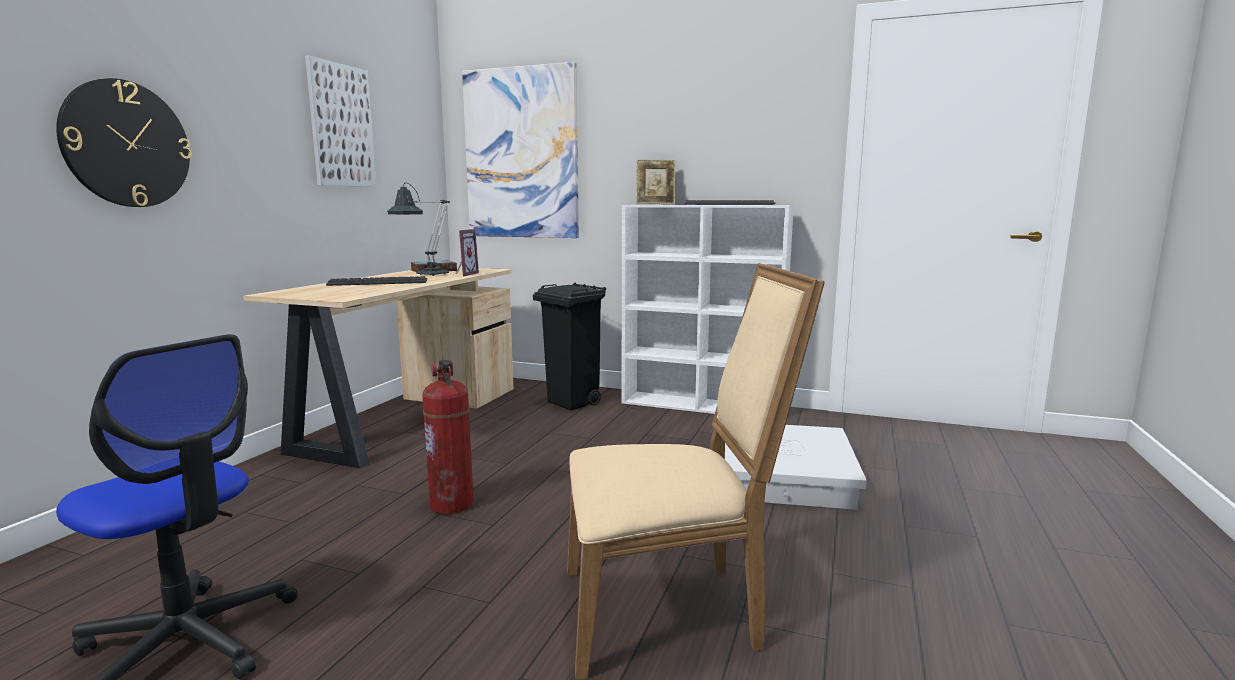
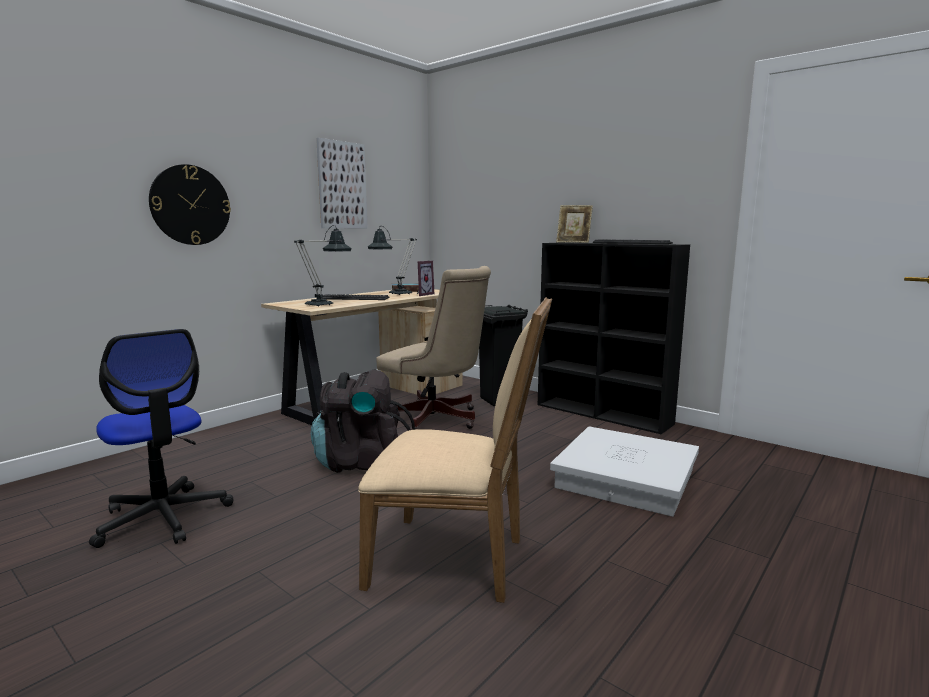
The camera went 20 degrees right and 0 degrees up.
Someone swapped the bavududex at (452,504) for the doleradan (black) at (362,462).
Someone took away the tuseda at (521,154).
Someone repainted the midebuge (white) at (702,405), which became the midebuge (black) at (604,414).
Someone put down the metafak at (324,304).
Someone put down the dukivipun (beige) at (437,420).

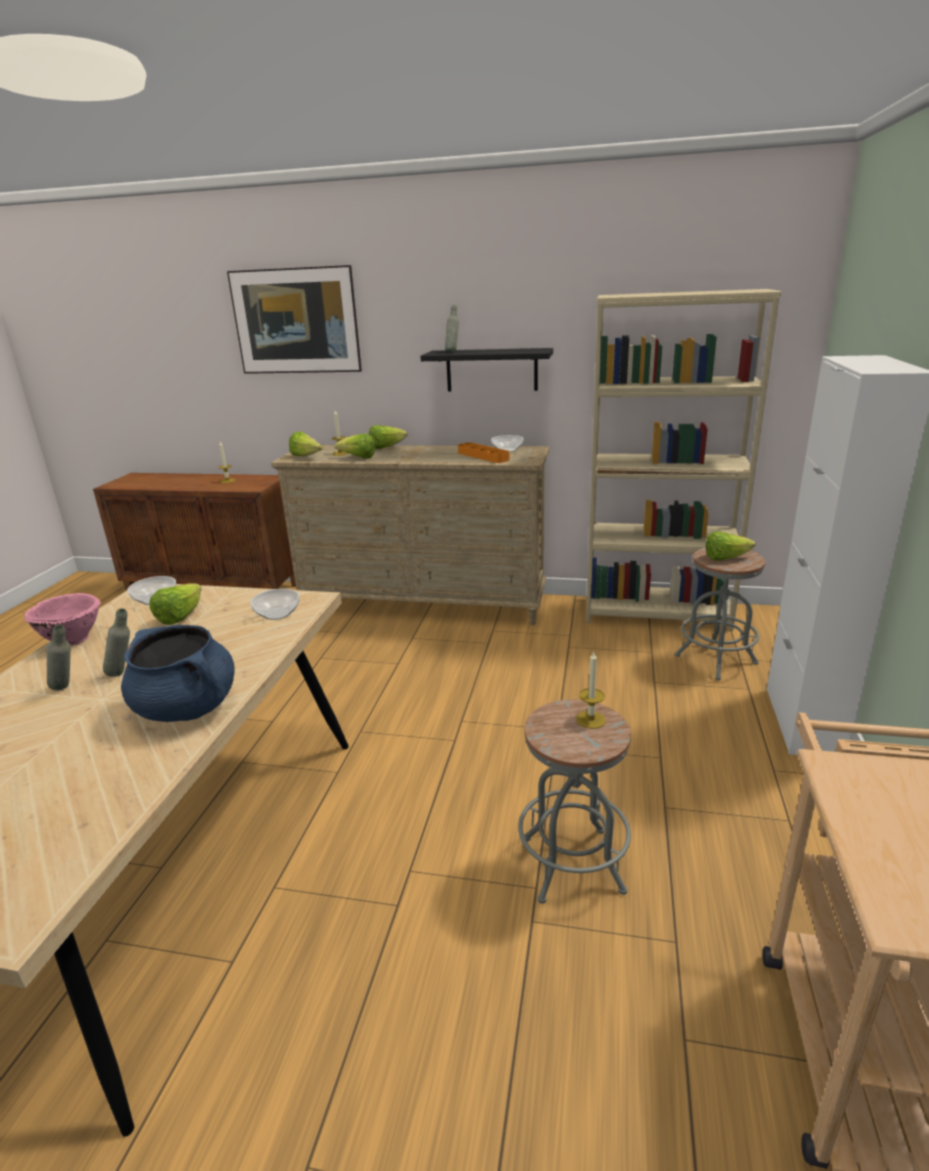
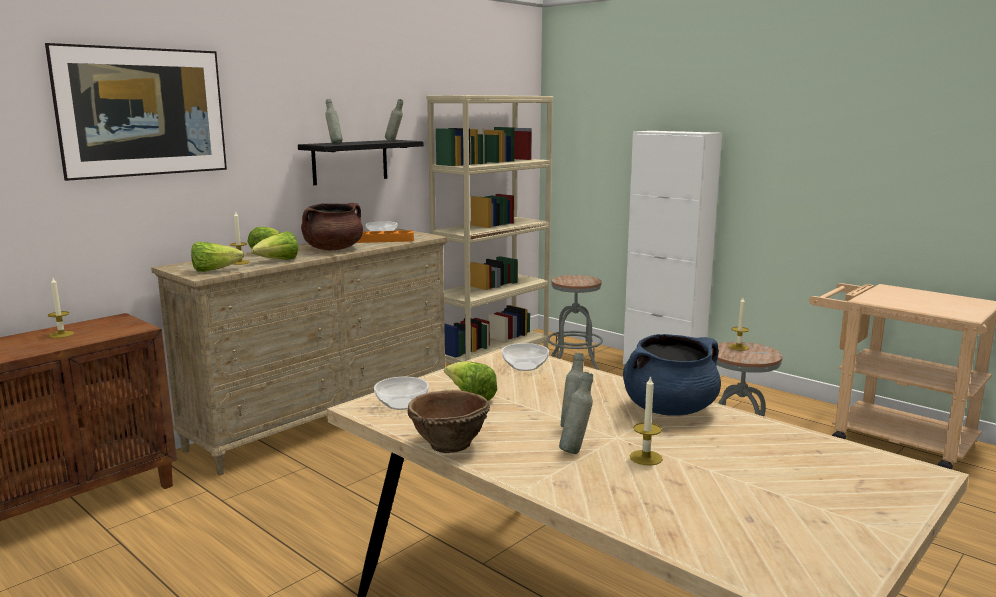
The camera went 60 degrees left and 10 degrees down.
Someone repainted the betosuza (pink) at (72,638), which became the betosuza (brown) at (448,445).
Someone took away the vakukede at (725,558).
Someone put down the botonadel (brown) at (333,249).
Someone put down the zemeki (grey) at (394,141).
Someone put down the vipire at (646,457).

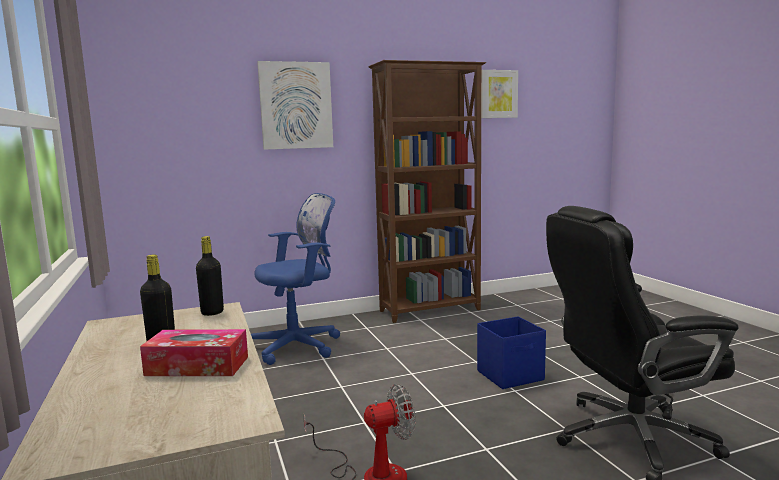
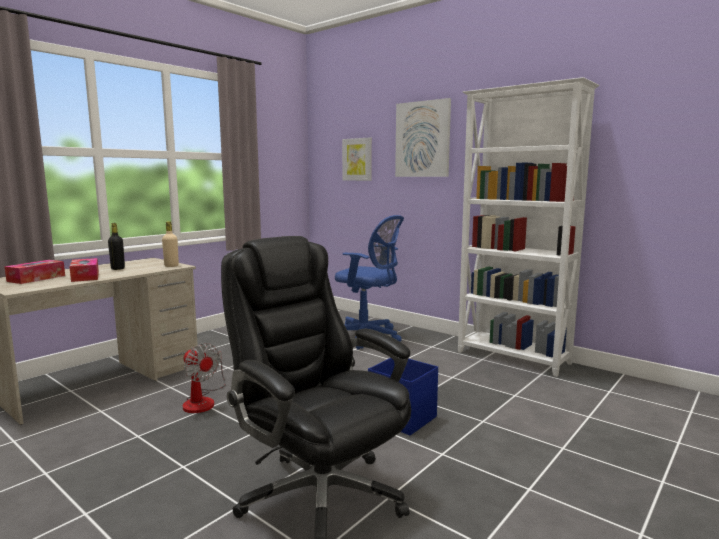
The camera went 60 degrees right and 0 degrees up.
Someone repainted the zemeki (black) at (212,312), which became the zemeki (beige) at (171,266).
Someone repainted the midebuge (brown) at (431,310), which became the midebuge (white) at (513,358).
Someone carried the tuseda from (498,94) to (357,159).
Someone put down the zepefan at (36,278).

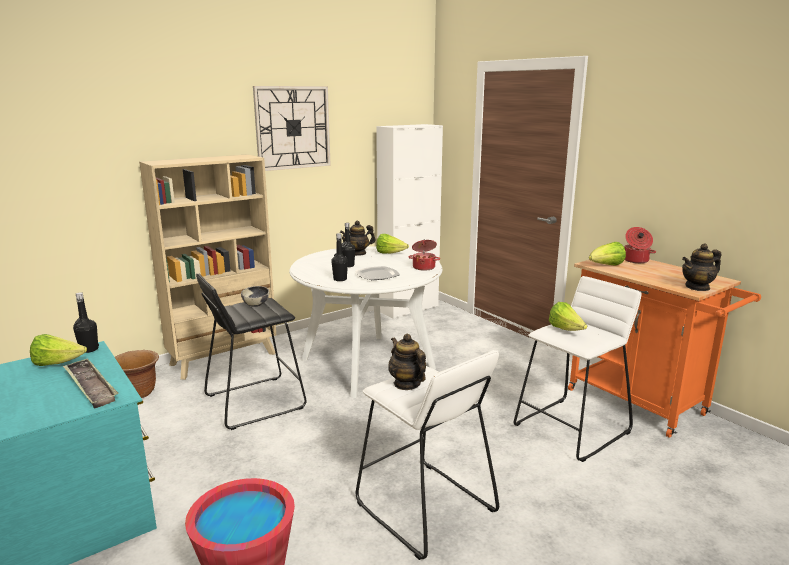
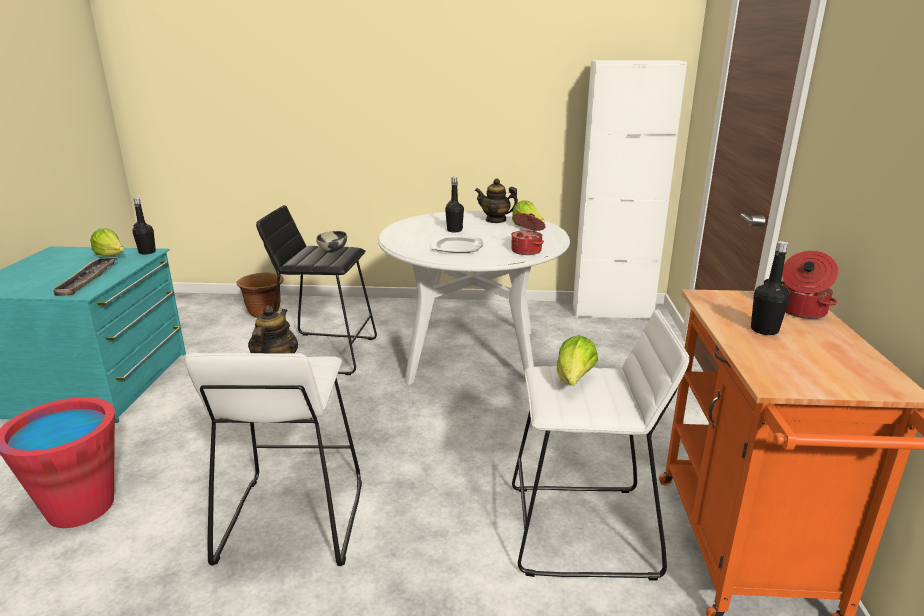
The camera went 40 degrees right and 5 degrees up.
Someone took away the midebuge (beige) at (224,359).
Someone took away the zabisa at (293,127).
Someone carried the zemeki (black) from (340,279) to (764,330).
Someone took away the vakukede at (606,266).
Someone took away the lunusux at (697,287).

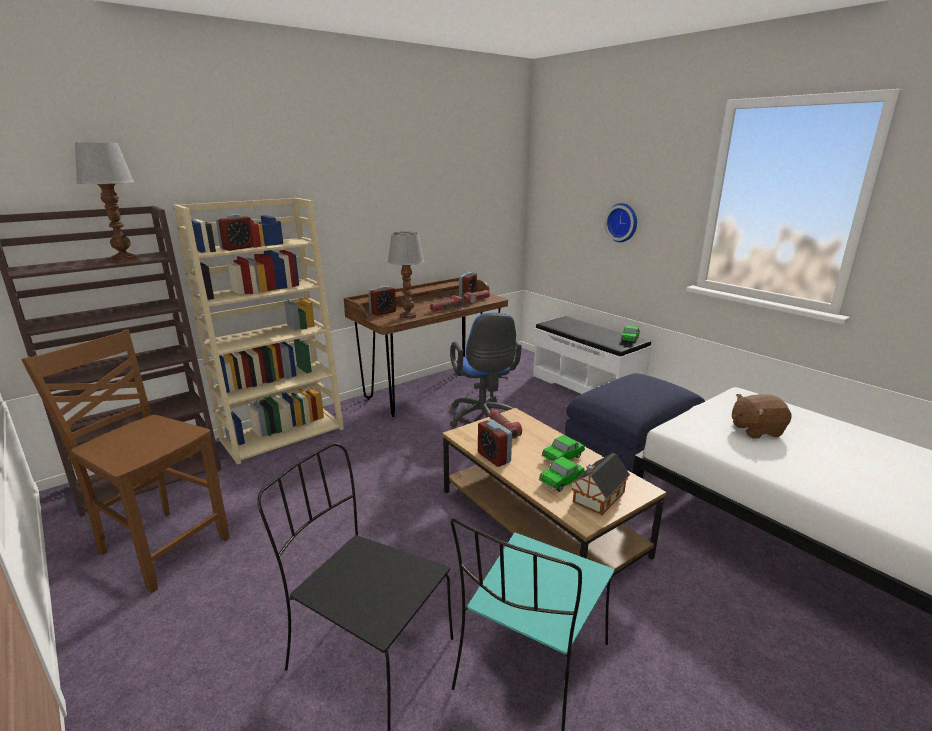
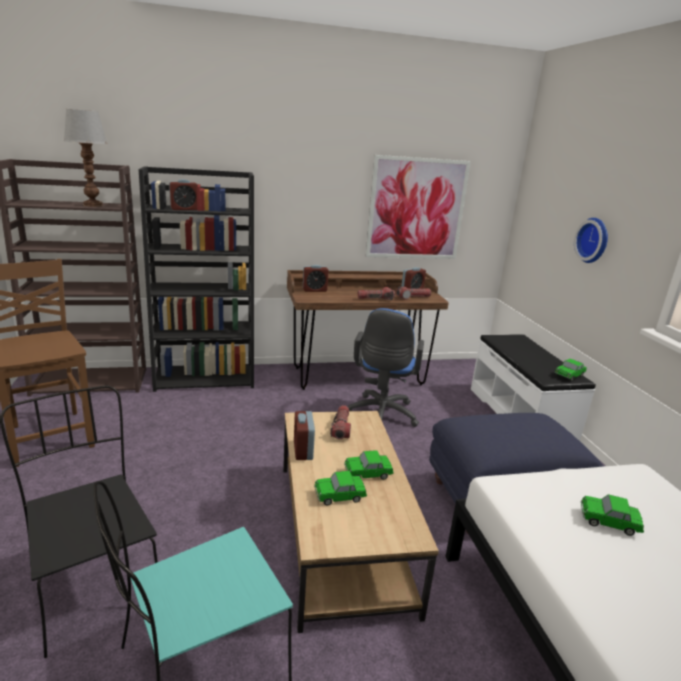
The camera went 25 degrees right and 0 degrees up.
Someone repainted the midebuge (beige) at (283,433), which became the midebuge (black) at (206,377).
Someone took away the metafak at (408,316).
Someone took away the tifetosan at (597,498).
Someone swapped the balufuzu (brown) at (755,430) for the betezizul at (608,522).
Someone put up the tuseda at (416,209).

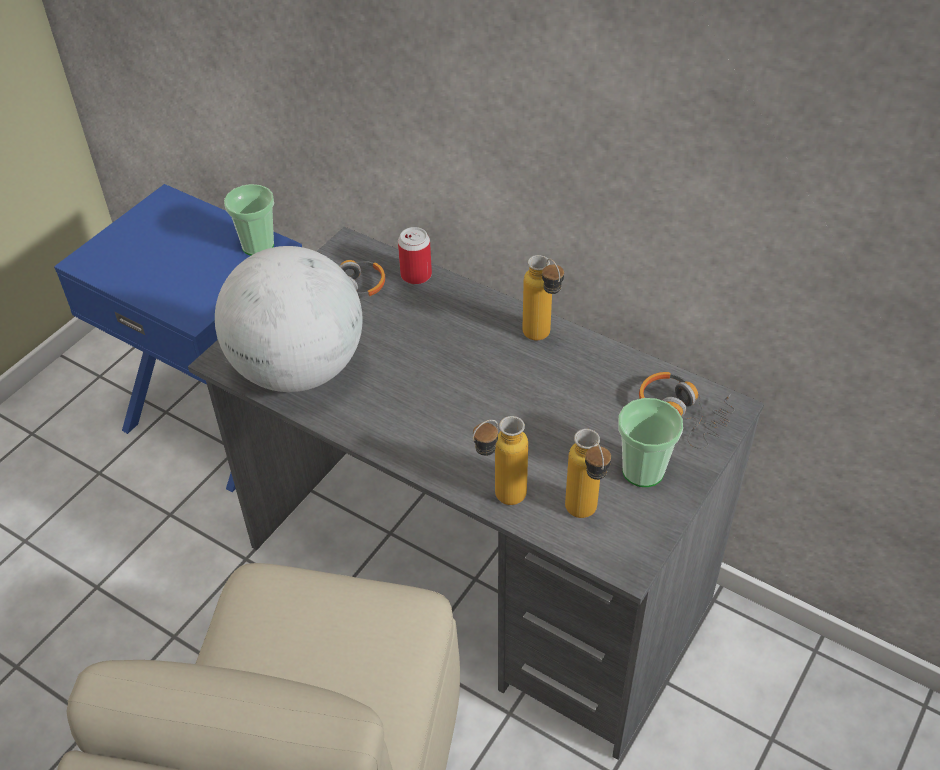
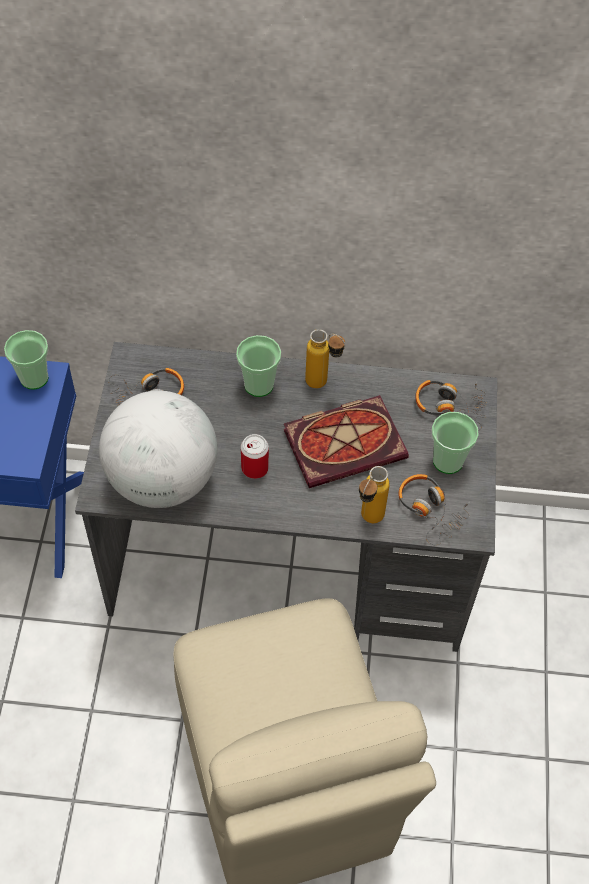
The camera went 30 degrees left and 10 degrees up.
Someone carried the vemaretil from (416,275) to (254,468).
Someone swapped the zemeki at (585,517) for the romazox at (430,510).
Someone put down the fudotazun at (259,385).
Someone put down the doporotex at (346,442).

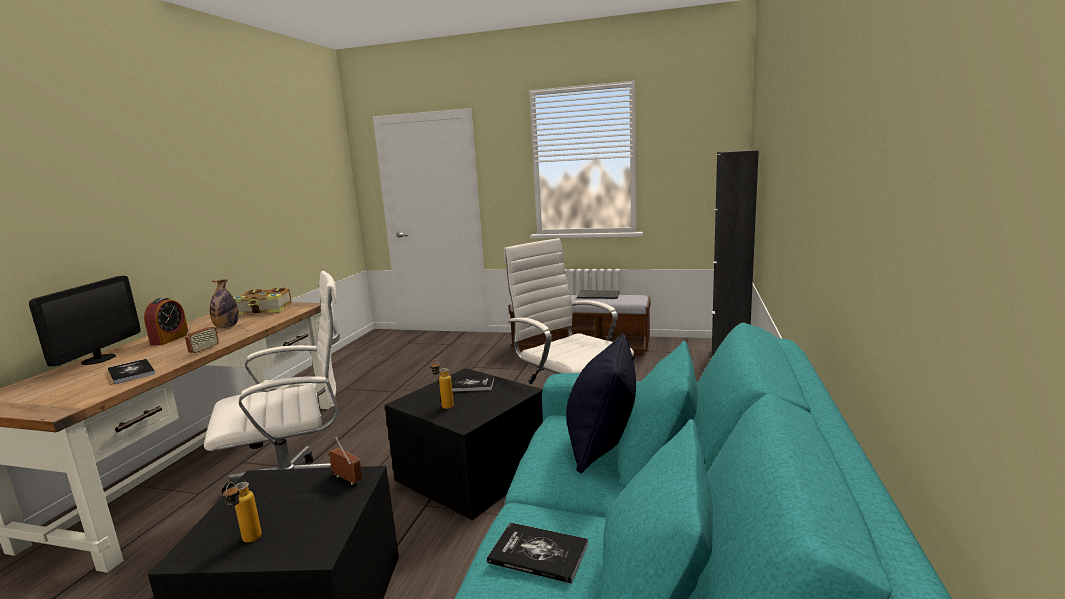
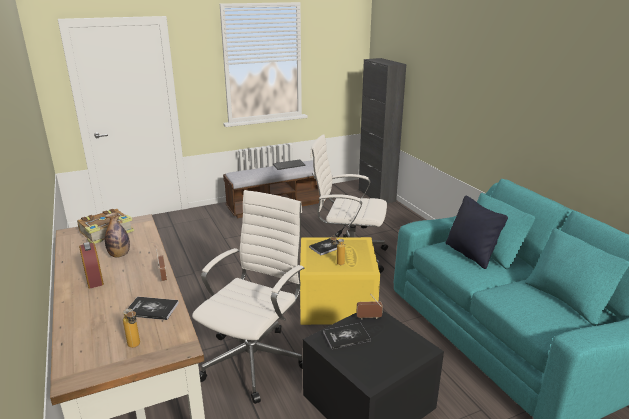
The camera went 40 degrees left and 10 degrees up.
Someone took away the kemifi at (98,359).
Someone carried the zemeki from (248,542) to (135,347).
Someone repainted the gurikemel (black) at (472,470), which became the gurikemel (yellow) at (335,301).
Someone carried the doporotex from (538,553) to (346,337).

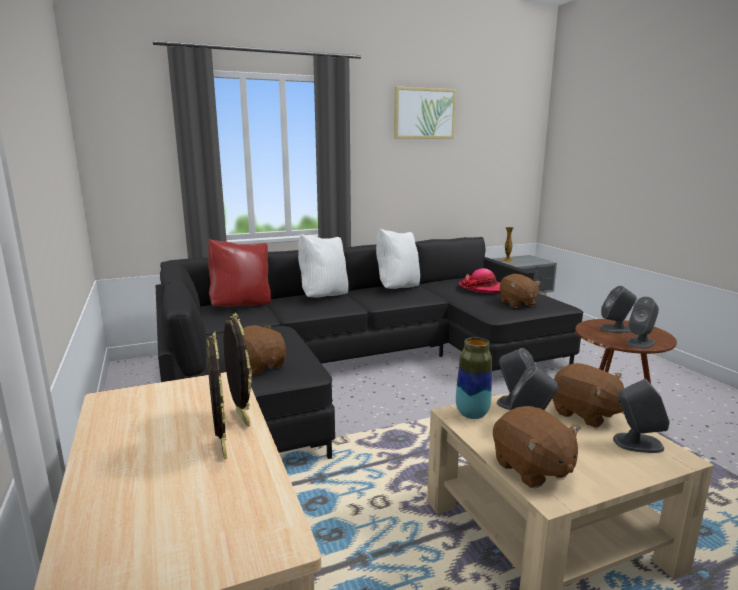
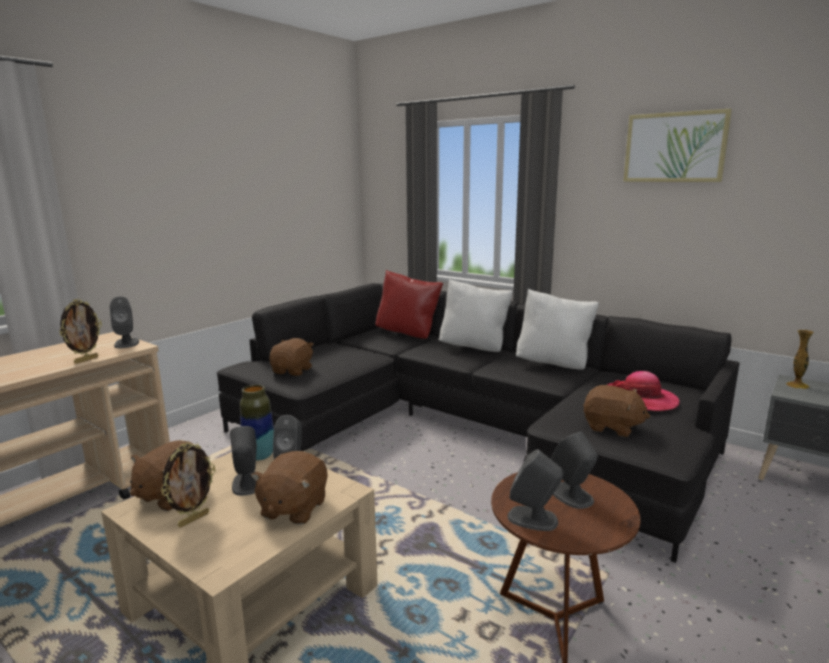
The camera went 60 degrees right and 0 degrees up.
Someone carried the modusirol from (221,447) to (193,519).
Someone rotated the balufuzu (brown) at (517,303) by 105 degrees counterclockwise.
Someone carried the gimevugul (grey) from (637,443) to (126,343).

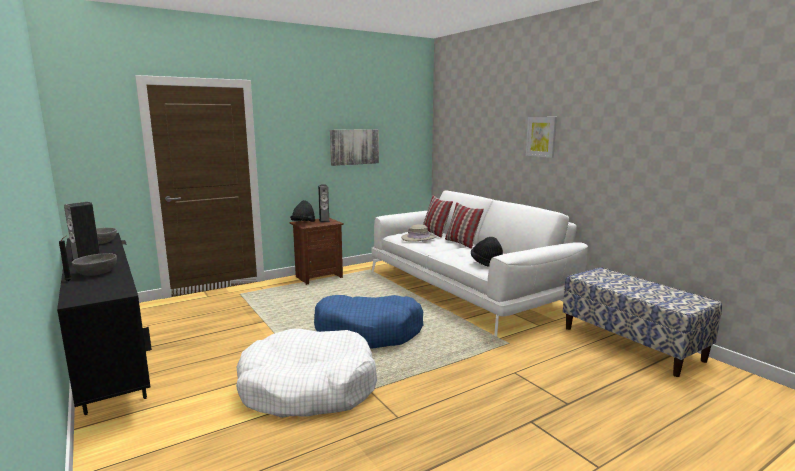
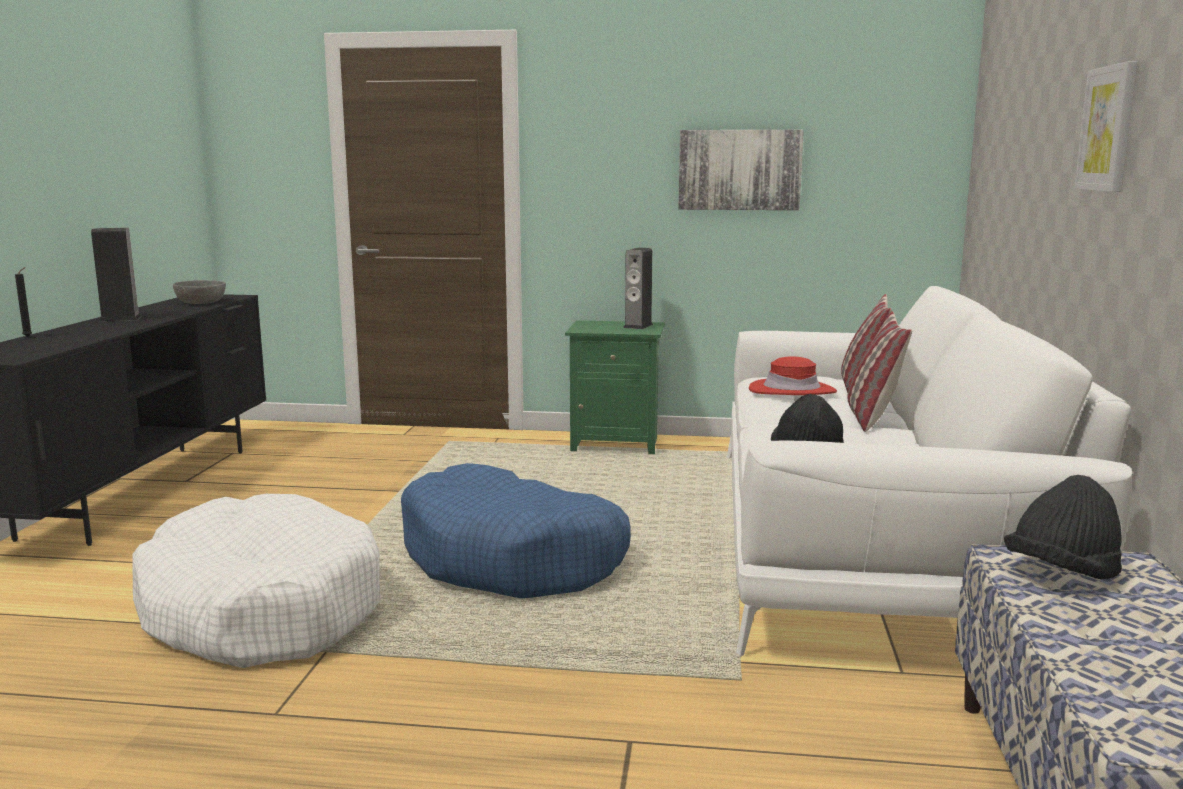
The camera went 40 degrees right and 0 degrees up.
Someone took away the betosuza (grey) at (96,273).
Someone carried the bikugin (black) from (303,223) to (1062,574).
Someone repainted the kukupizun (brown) at (318,277), which became the kukupizun (green) at (616,444).
Someone repainted the bikugin (beige) at (418,238), which became the bikugin (red) at (792,391).

